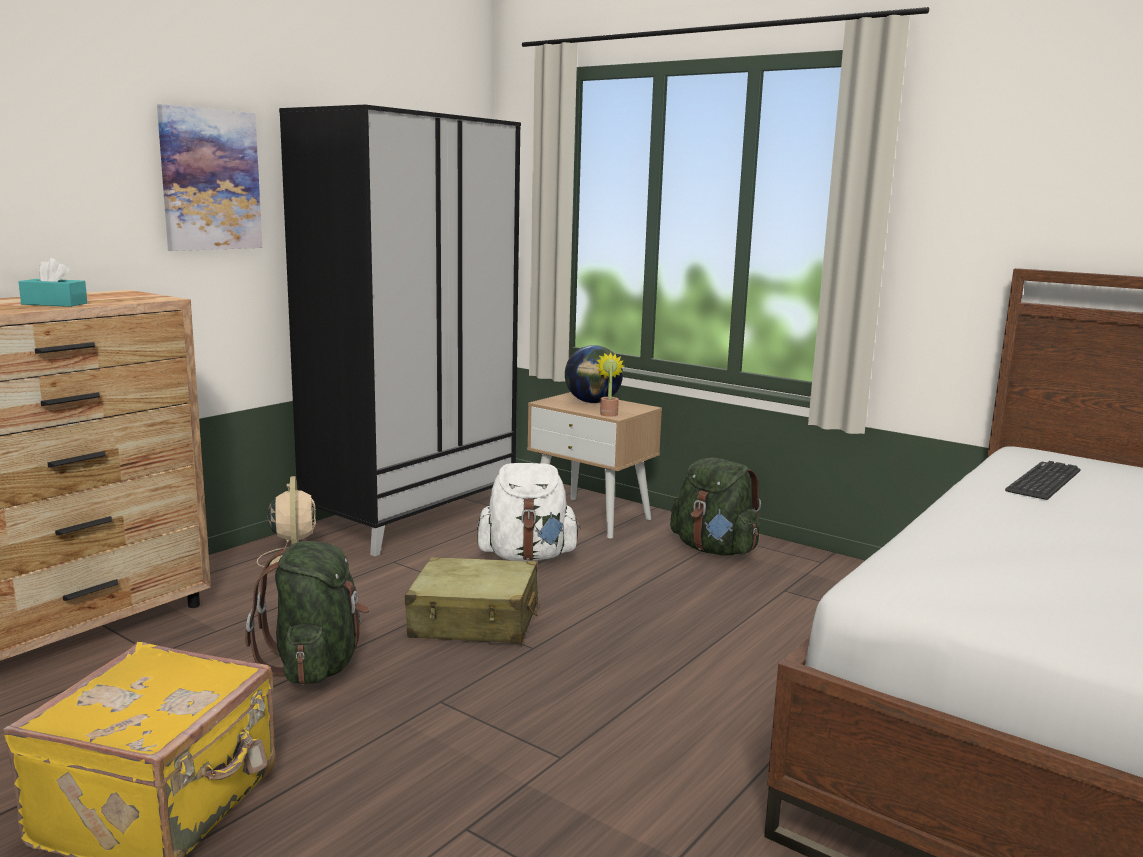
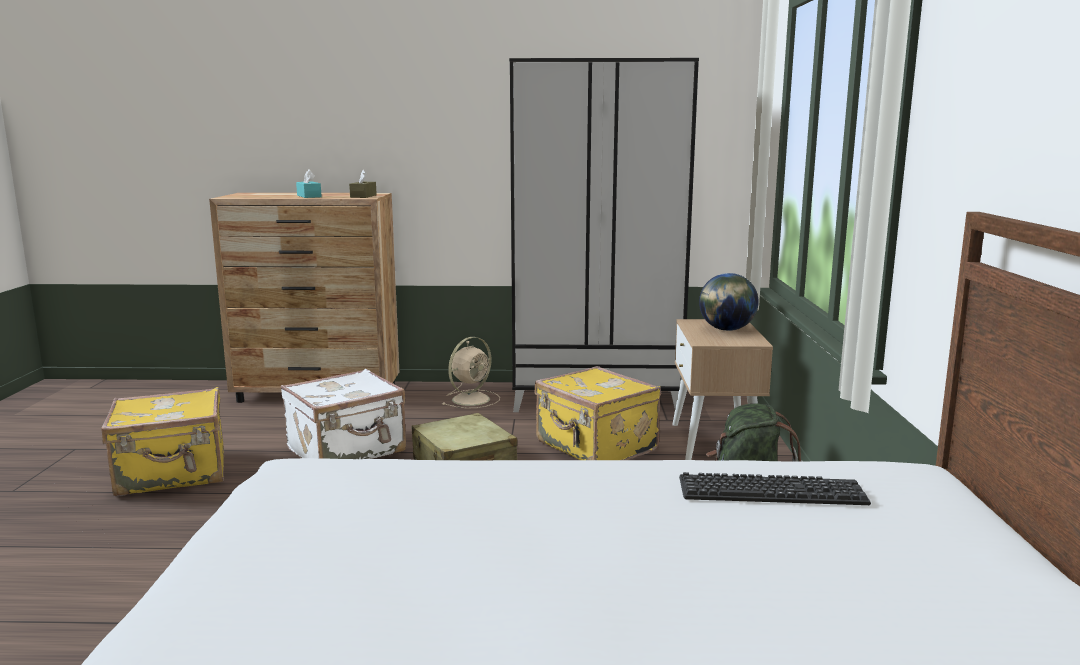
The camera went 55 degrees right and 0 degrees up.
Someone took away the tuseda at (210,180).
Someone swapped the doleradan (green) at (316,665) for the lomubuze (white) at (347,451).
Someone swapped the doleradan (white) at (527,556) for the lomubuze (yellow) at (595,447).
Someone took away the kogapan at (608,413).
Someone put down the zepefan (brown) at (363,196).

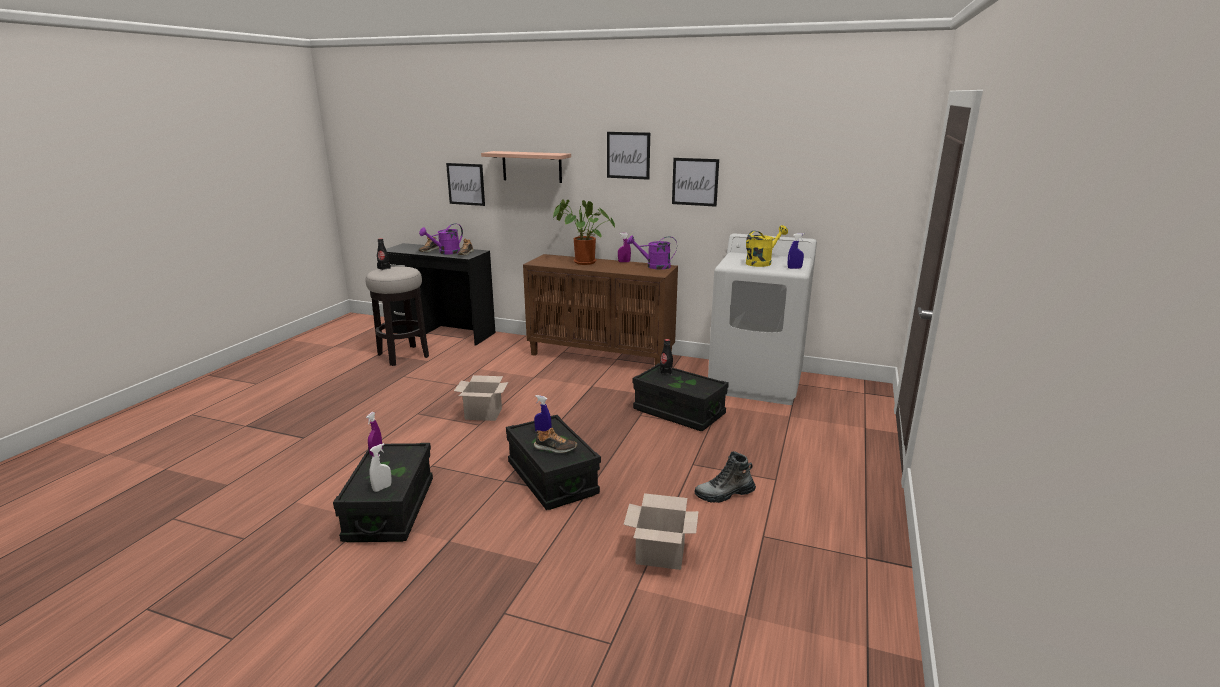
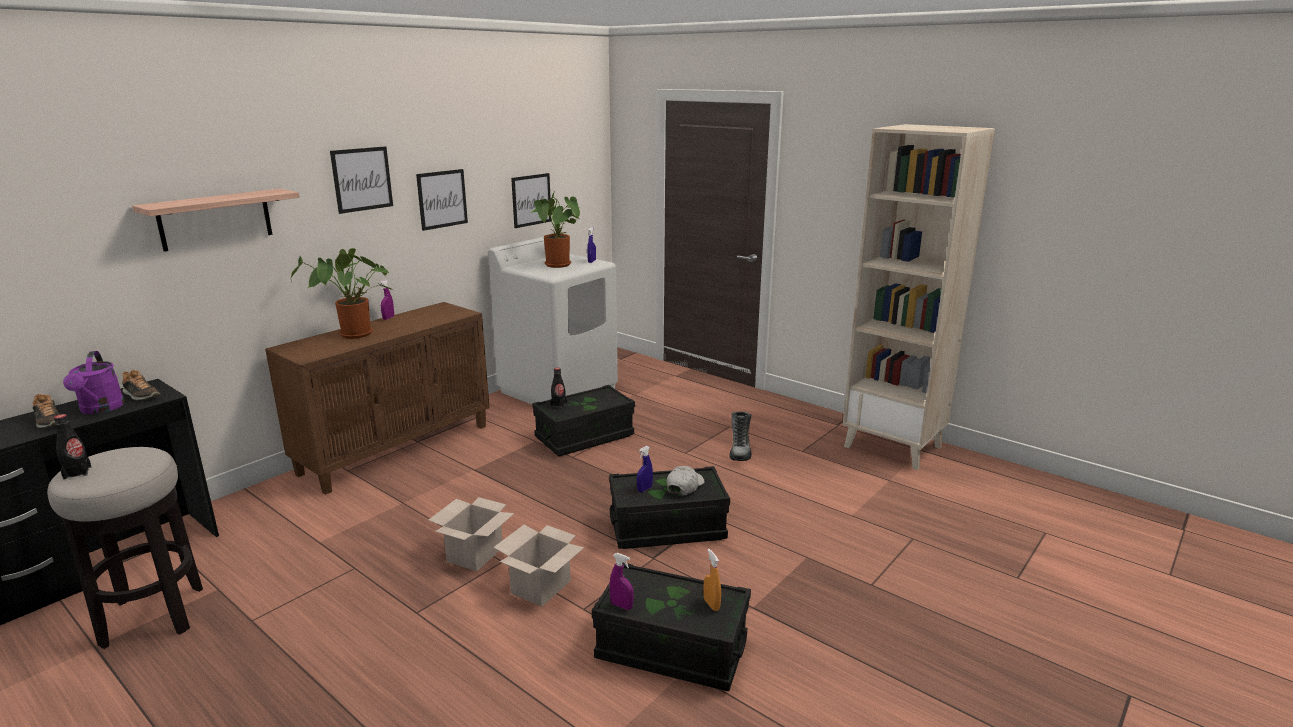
The camera went 70 degrees left and 0 degrees up.
Someone repainted the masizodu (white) at (382,488), which became the masizodu (orange) at (711,605).
Someone carried the tuseda from (466,184) to (531,200).
Someone swapped the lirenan at (555,448) for the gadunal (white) at (684,486).
Someone carried the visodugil from (658,555) to (541,588).
Someone took away the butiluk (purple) at (654,266).
Someone swapped the butiluk (yellow) at (762,262) for the kogapan at (559,265).
Someone put down the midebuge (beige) at (893,446).

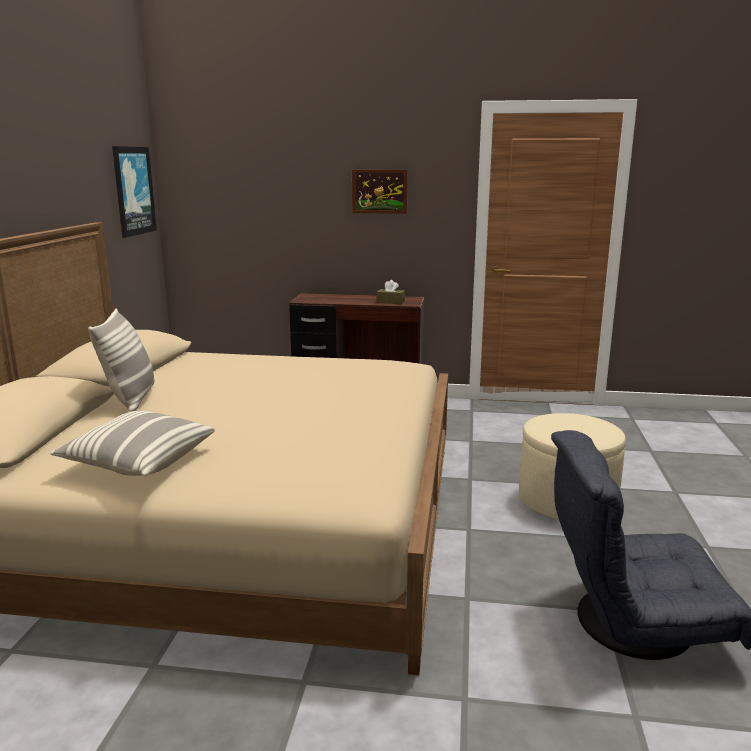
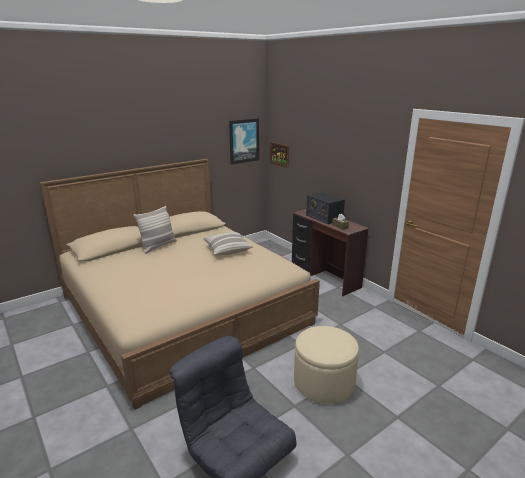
The camera went 45 degrees right and 5 degrees up.
Someone carried the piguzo from (138,462) to (227,250).
Someone carried the tuseda from (379,191) to (279,154).
Someone put down the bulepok at (324,217).

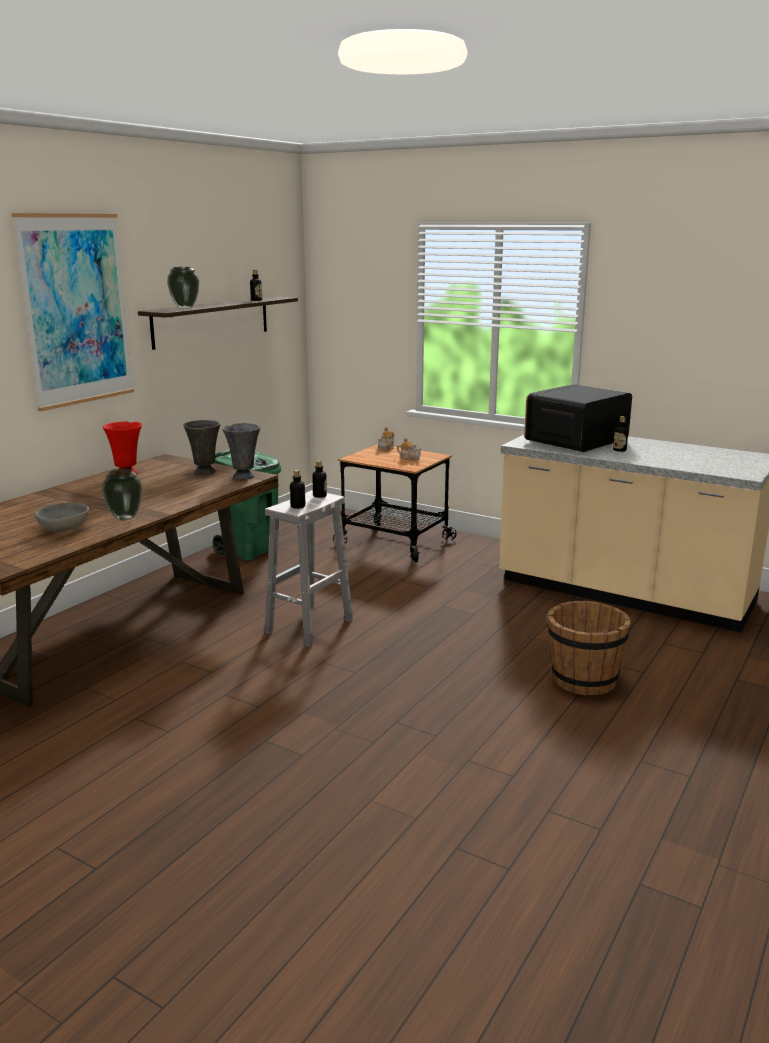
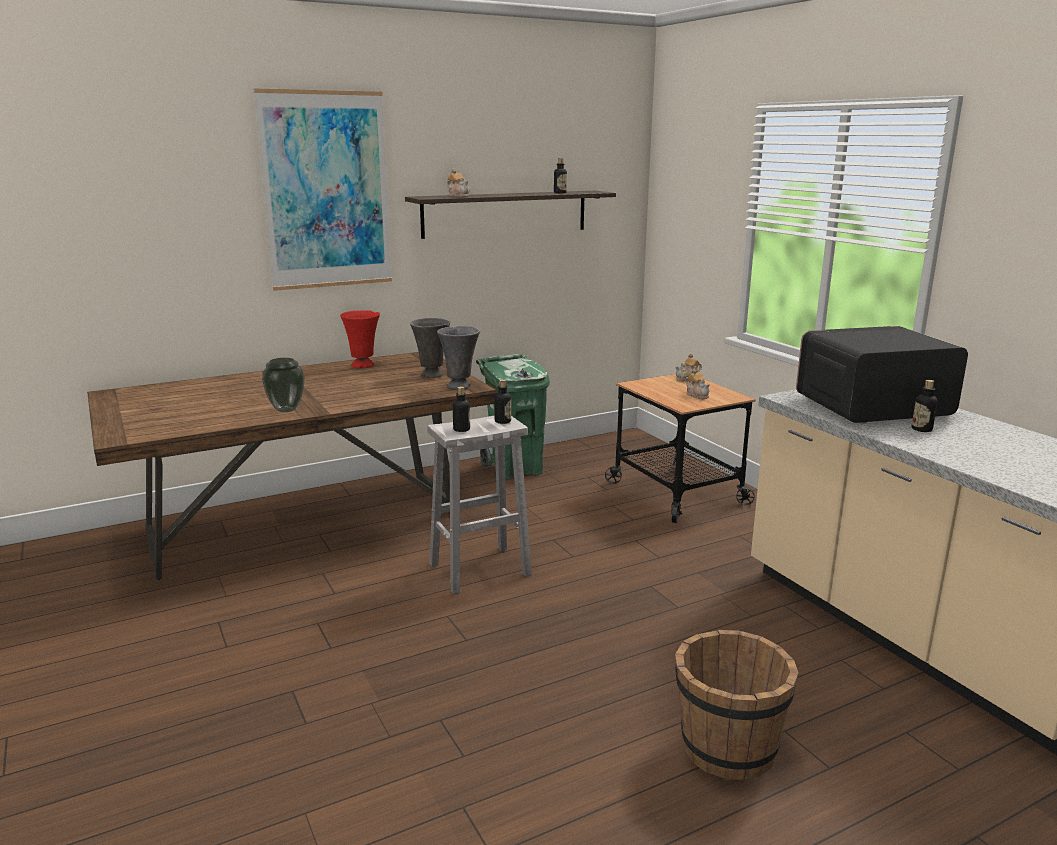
The camera went 30 degrees right and 0 degrees up.
Someone took away the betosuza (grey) at (63,529).
Someone swapped the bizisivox at (185,307) for the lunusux at (459,196).

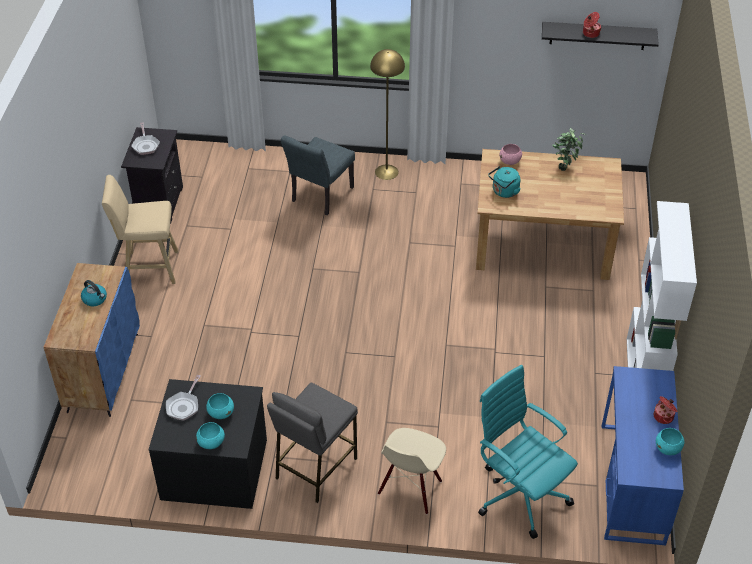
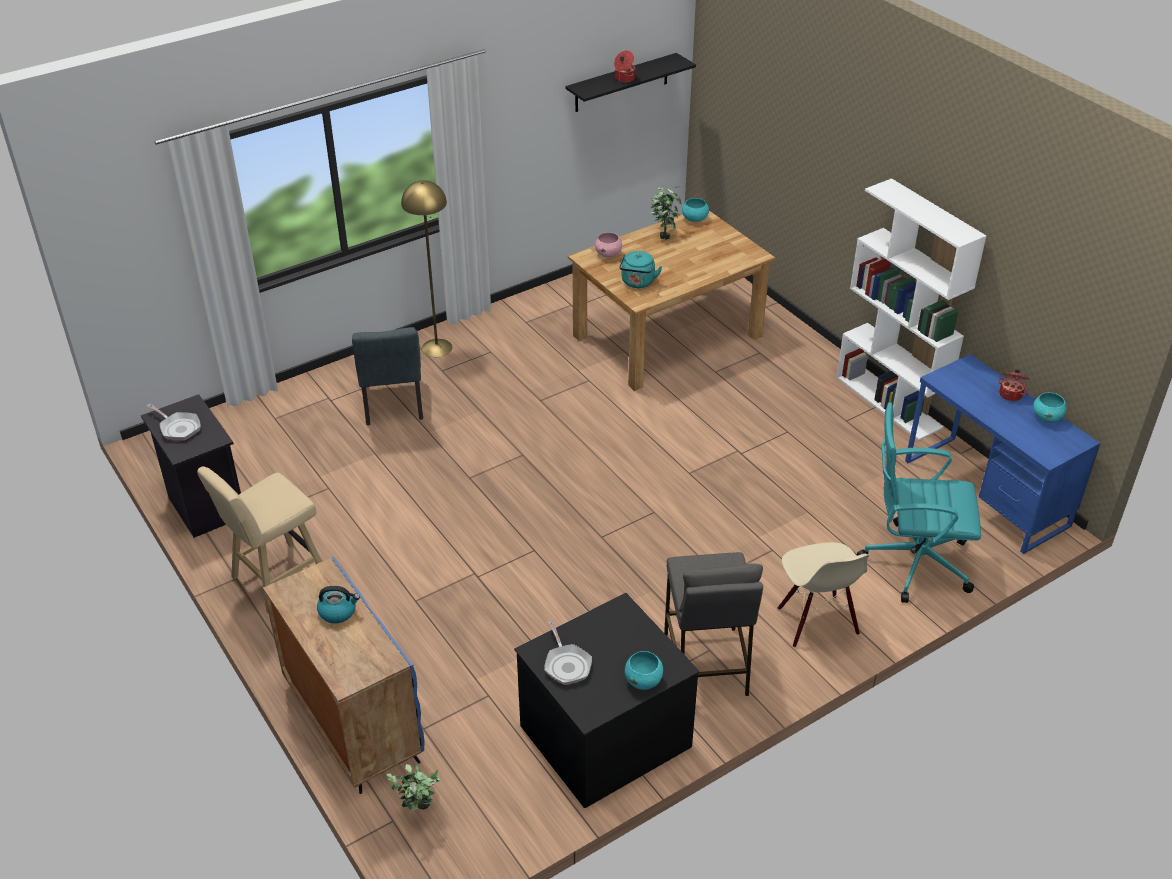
The camera went 40 degrees left and 5 degrees down.
Someone carried the betosuza (turquoise) from (221,413) to (694,219).
Someone put down the kogapan at (419,812).

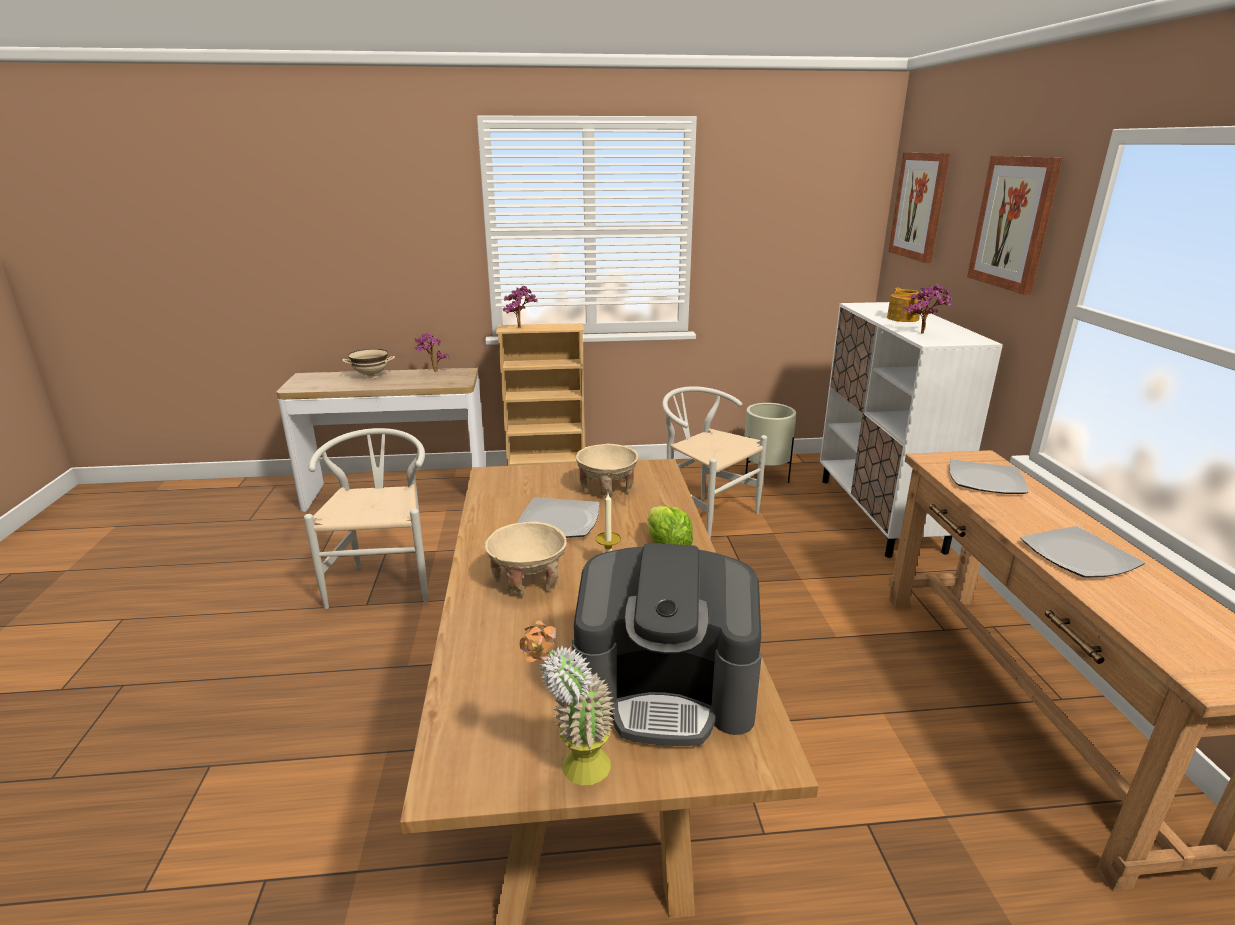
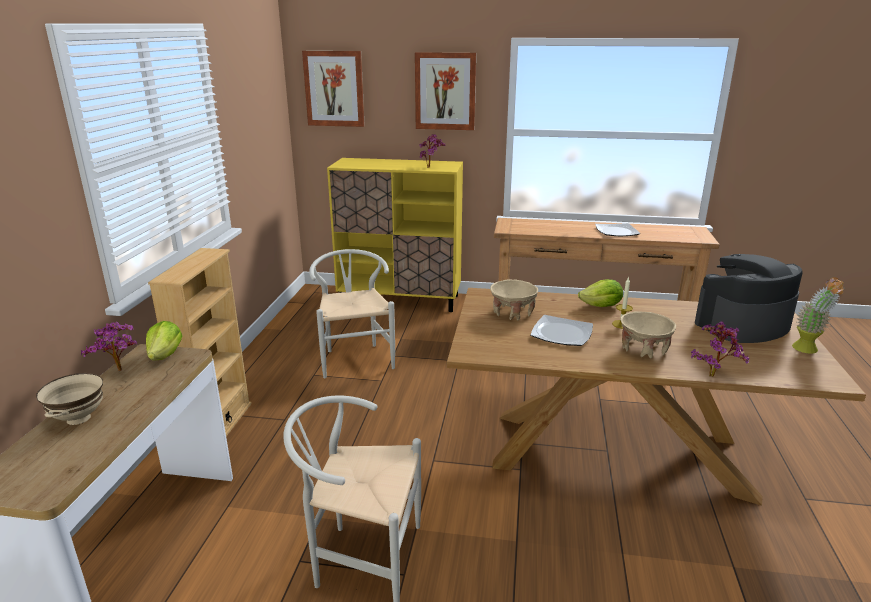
The camera went 75 degrees left and 0 degrees up.
Someone carried the kogapan from (521,328) to (713,375).
Someone rotated the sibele at (666,689) by 135 degrees counterclockwise.
Someone rotated the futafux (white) at (704,514) by 105 degrees clockwise.
Someone took away the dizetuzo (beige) at (765,477).
Someone repainted the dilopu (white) at (879,514), which became the dilopu (yellow) at (400,300).
Someone took away the lunusux at (903,318).
Someone took away the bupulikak at (985,480).
Someone put down the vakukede at (165,355).

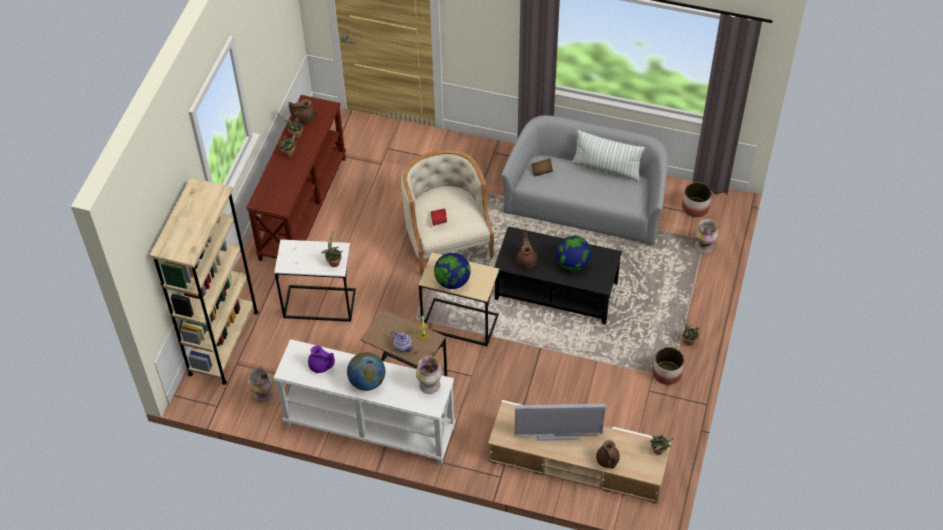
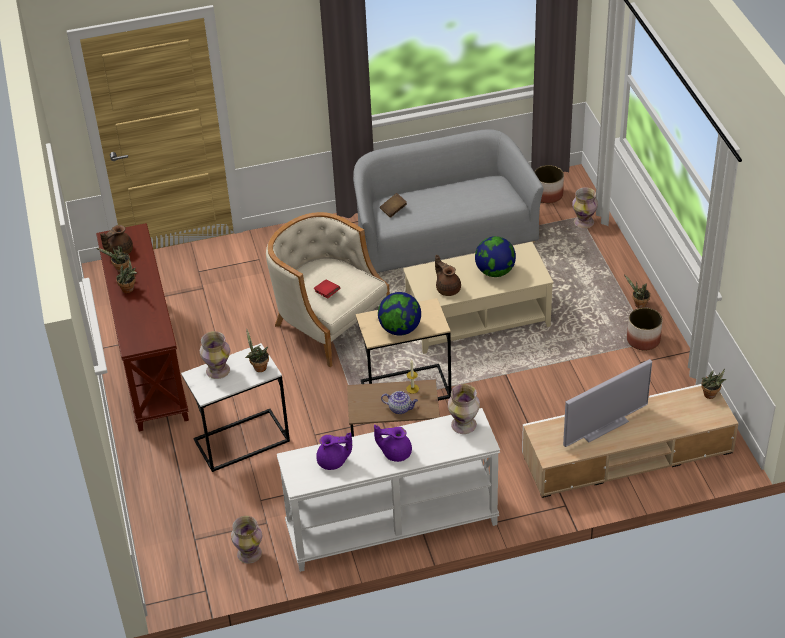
The camera went 30 degrees left and 10 degrees down.
Someone took away the midebuge (beige) at (223,342).
Someone swapped the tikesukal at (367,381) for the lunusux (purple) at (395,452).
Someone repainted the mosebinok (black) at (556,290), which became the mosebinok (beige) at (477,319).
Someone took away the piguzo at (606,168).
Someone took away the lunusux (brown) at (607,461).
Someone put down the bizisivox at (217,371).

